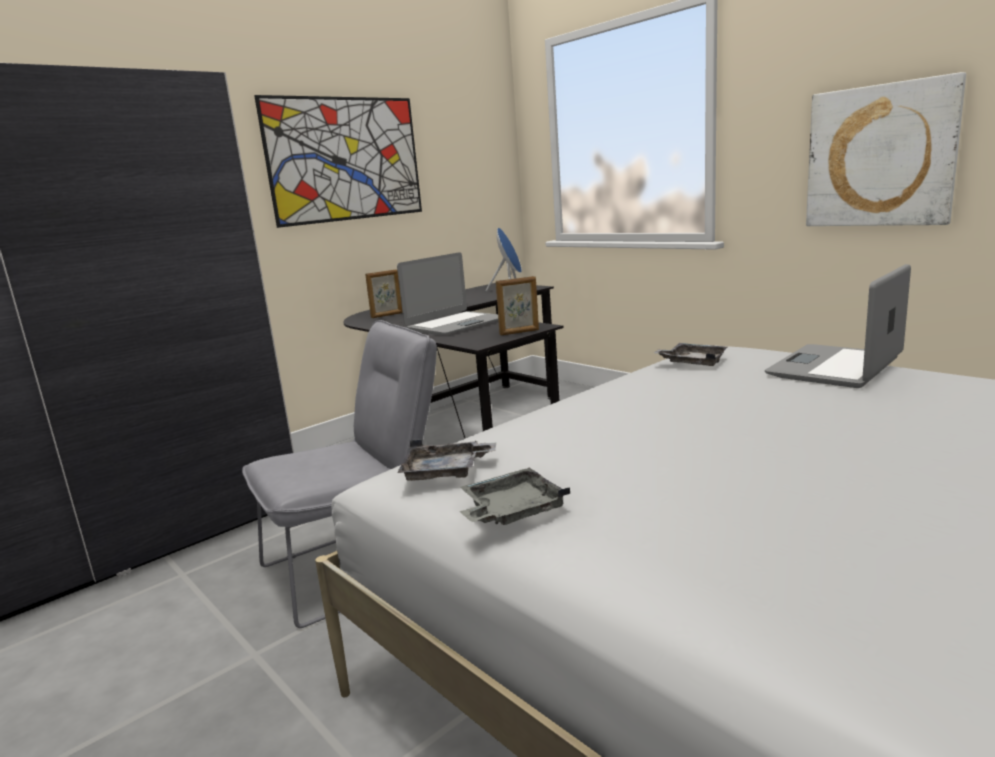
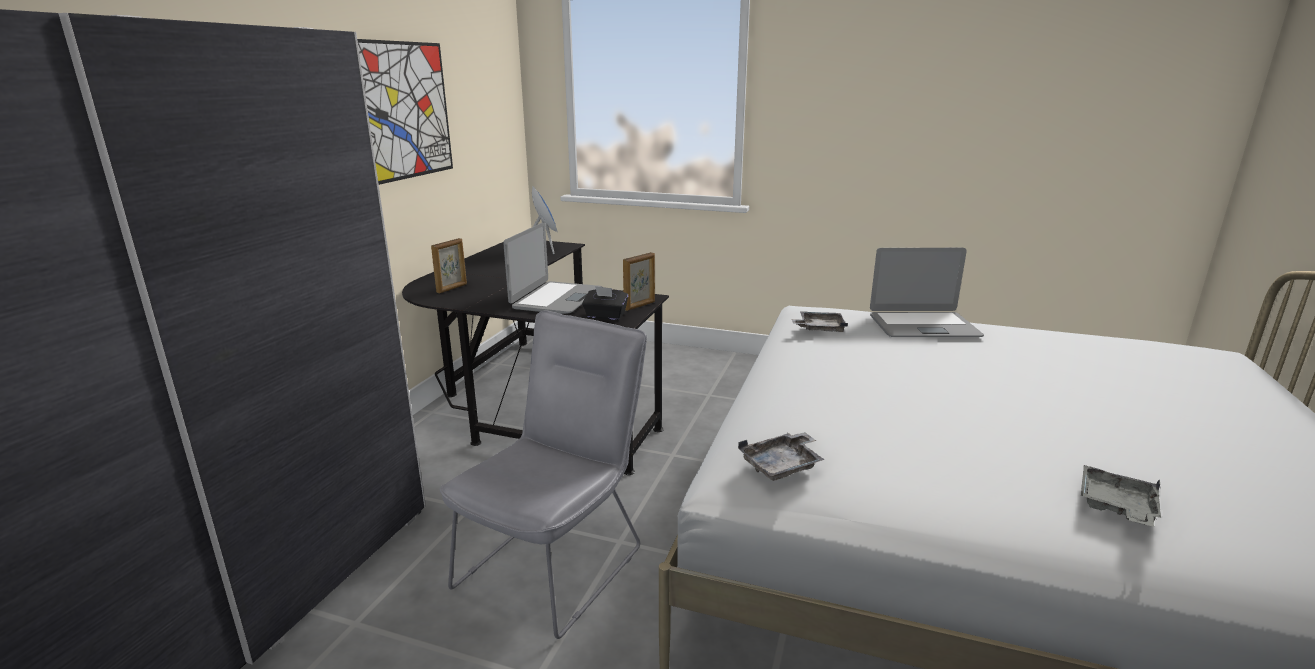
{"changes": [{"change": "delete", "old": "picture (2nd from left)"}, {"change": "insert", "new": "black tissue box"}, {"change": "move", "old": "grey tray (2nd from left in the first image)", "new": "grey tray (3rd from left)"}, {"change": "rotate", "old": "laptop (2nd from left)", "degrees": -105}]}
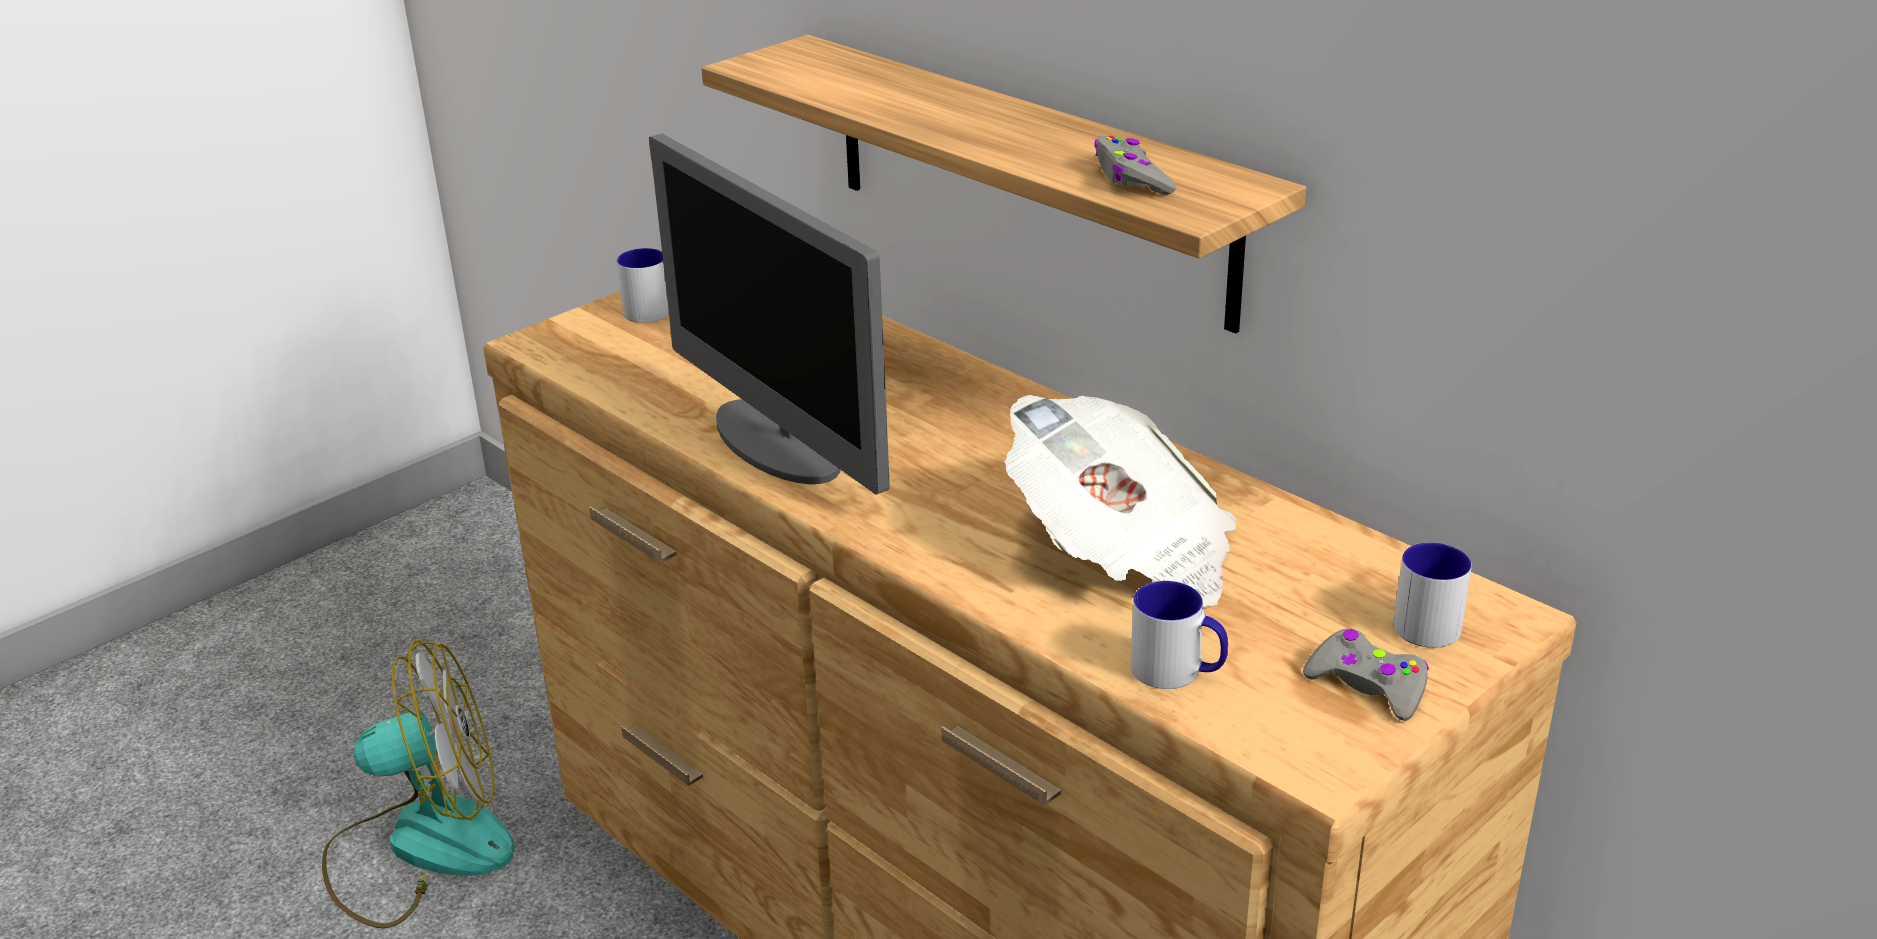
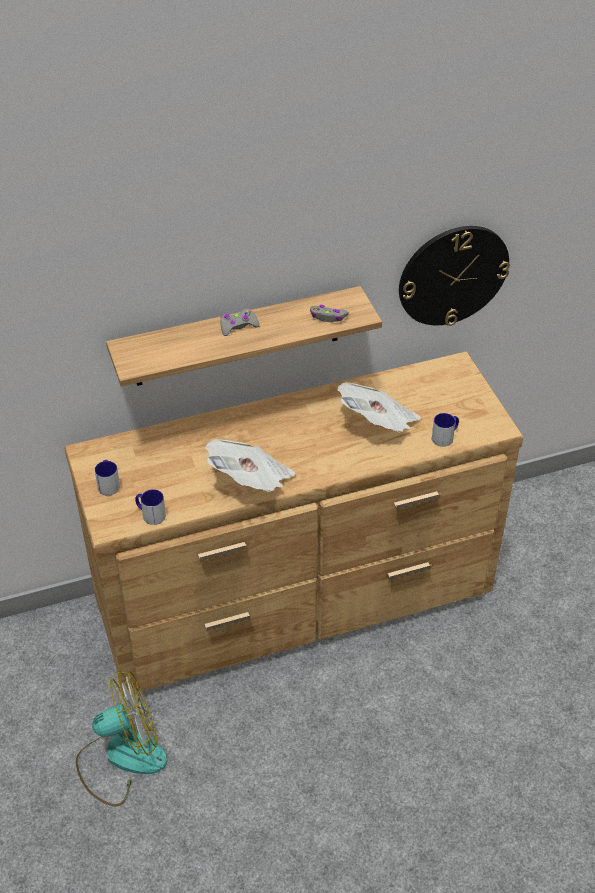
{"changes": [{"change": "insert", "new": "wall clock"}, {"change": "move", "old": "grey game controller (2nd from left in the first image)", "new": "grey game controller (1st from left)"}, {"change": "move", "old": "mug (3rd from left in the first image)", "new": "mug (2nd from left)"}, {"change": "replace", "old": "monitor", "new": "newspaper (1st from left)"}, {"change": "rotate", "old": "fan", "degrees": 60}]}
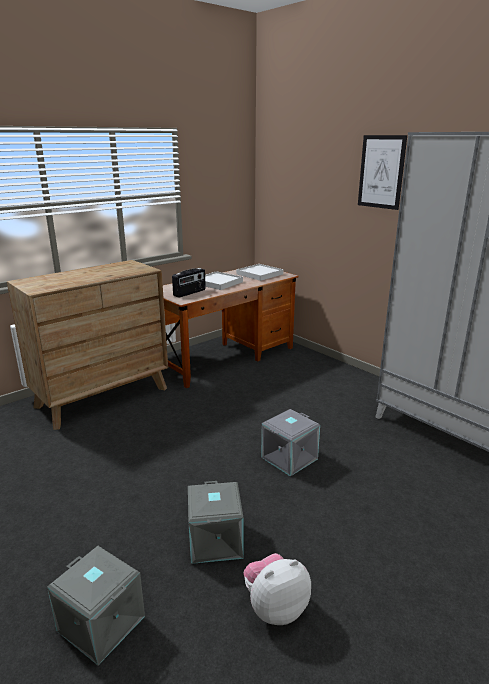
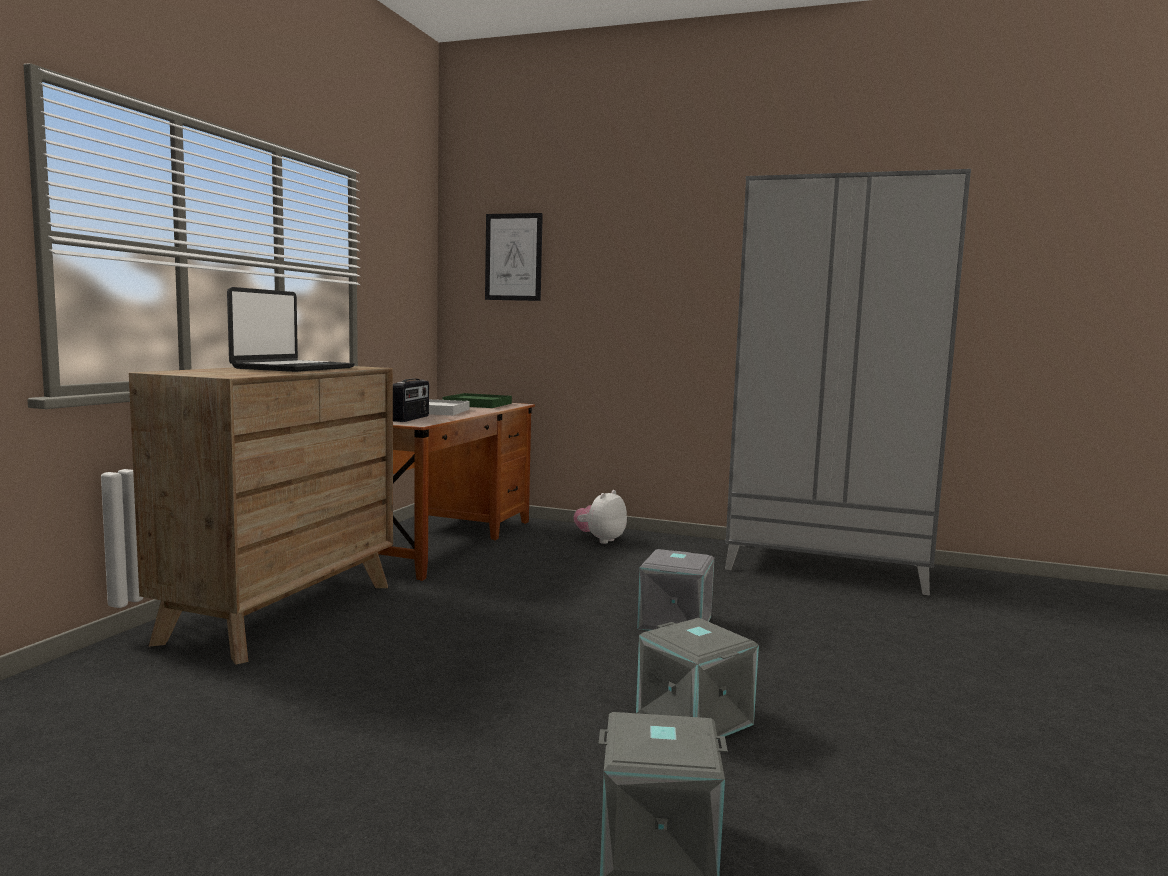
{"changes": [{"change": "insert", "new": "laptop"}, {"change": "move", "old": "plush toy"}, {"change": "move", "old": "picture"}, {"change": "recolor", "old": "white tray (2nd from left)", "new": "green tray"}]}
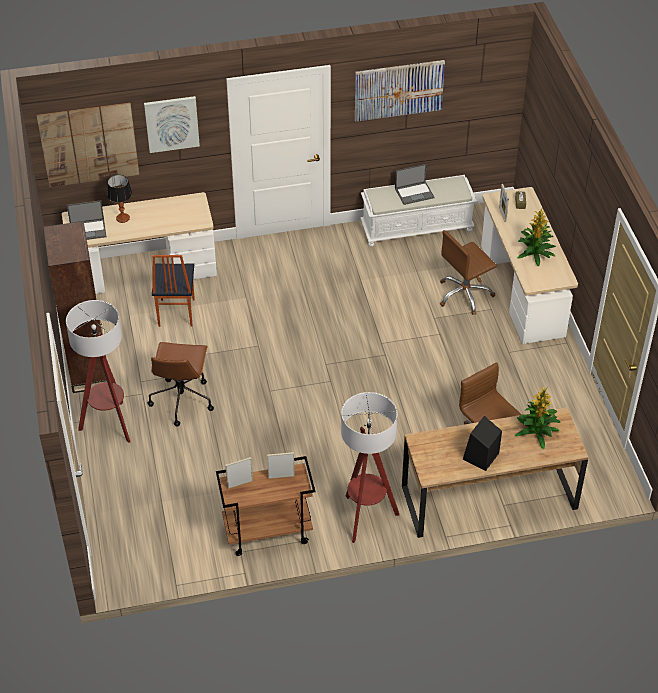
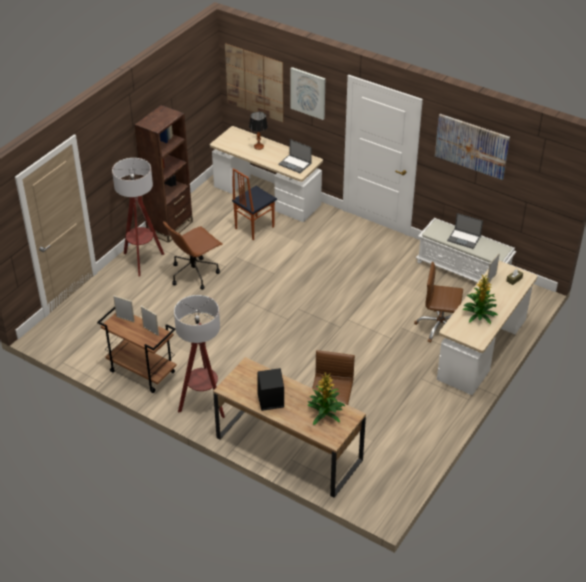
{"changes": [{"change": "move", "old": "laptop (1st from left)"}]}
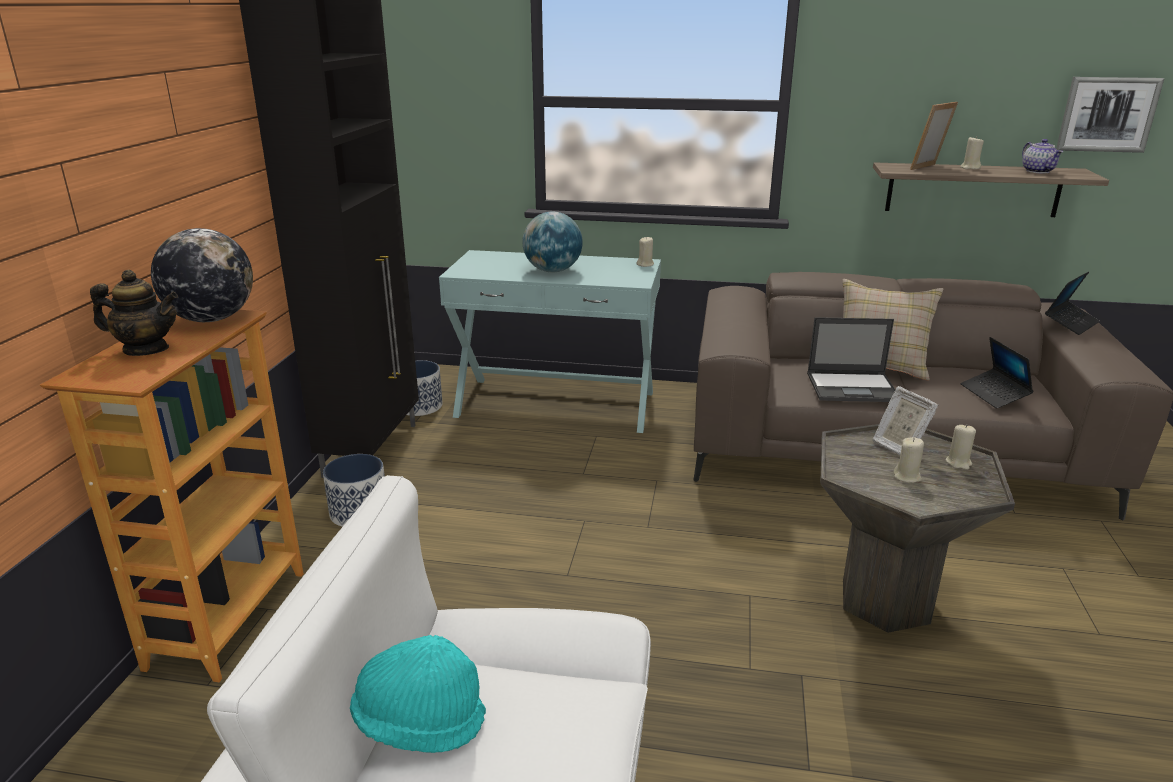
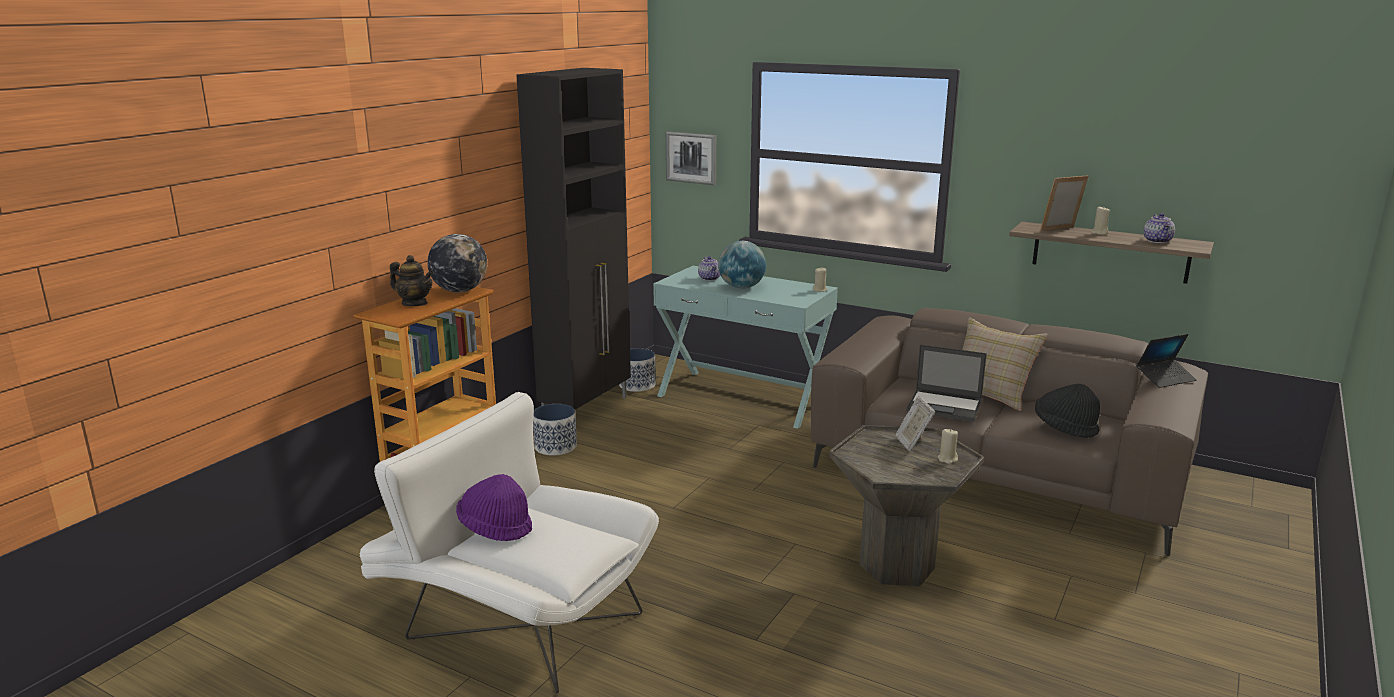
{"changes": [{"change": "delete", "old": "beige candle (2nd from left)"}, {"change": "insert", "new": "teapot (2nd from left)"}, {"change": "move", "old": "picture"}, {"change": "replace", "old": "laptop (2nd from left)", "new": "black hat"}, {"change": "recolor", "old": "turquoise hat", "new": "purple hat"}]}
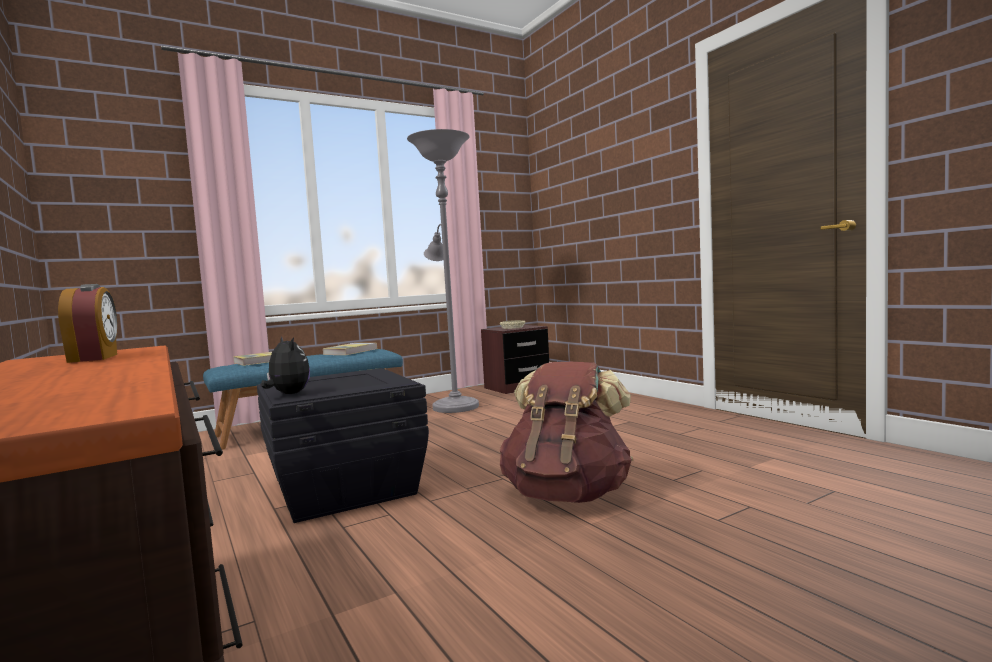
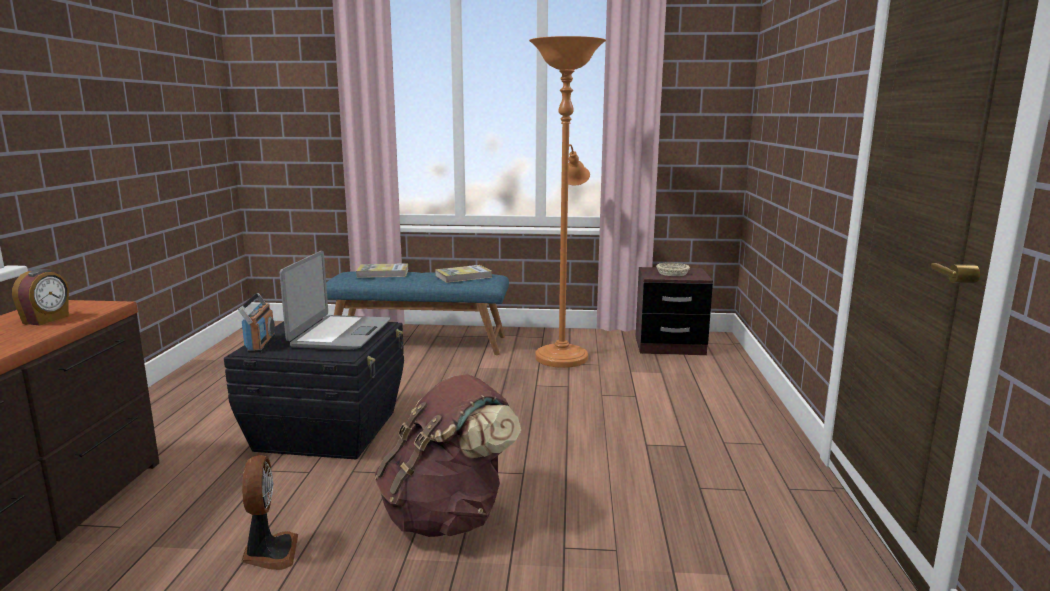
{"changes": [{"change": "insert", "new": "fan"}, {"change": "insert", "new": "laptop"}, {"change": "replace", "old": "plush toy", "new": "radio"}, {"change": "recolor", "old": "grey floor lamp", "new": "orange floor lamp"}]}
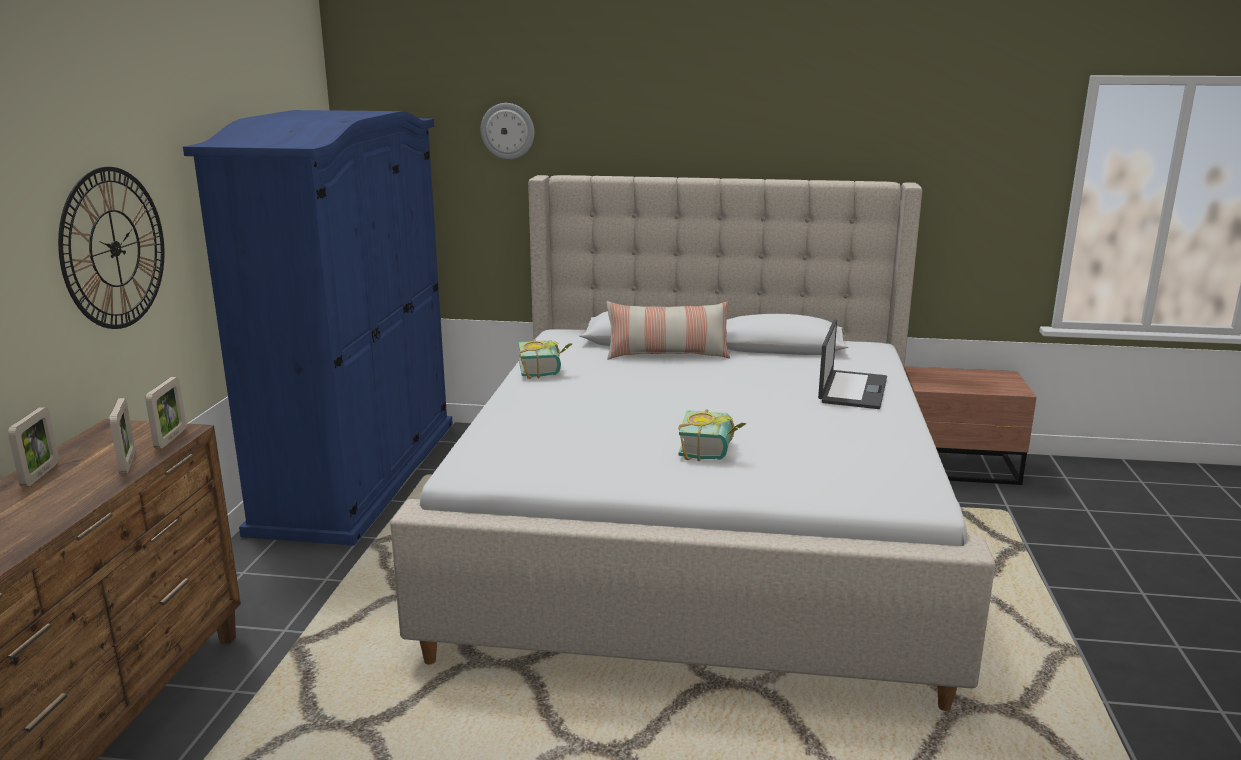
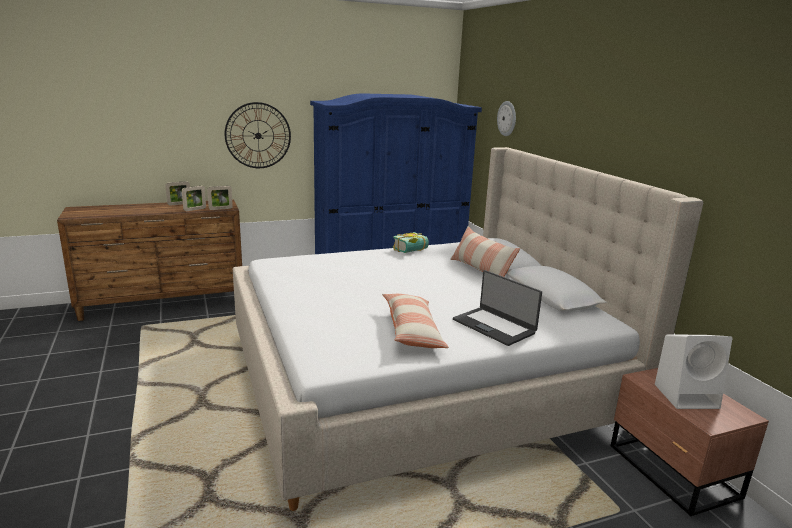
{"changes": [{"change": "delete", "old": "book (2nd from left)"}, {"change": "insert", "new": "pillow (1st from left)"}, {"change": "insert", "new": "white speaker"}, {"change": "rotate", "old": "laptop", "degrees": 60}]}
